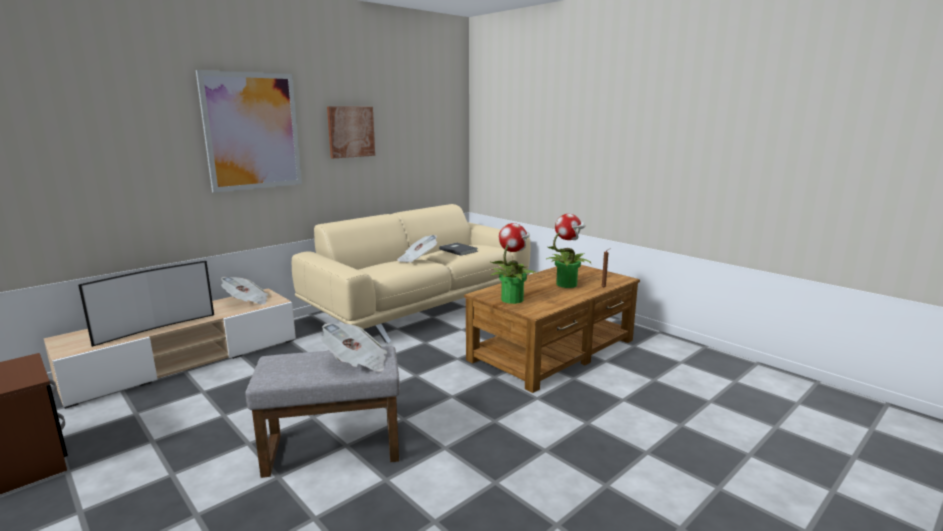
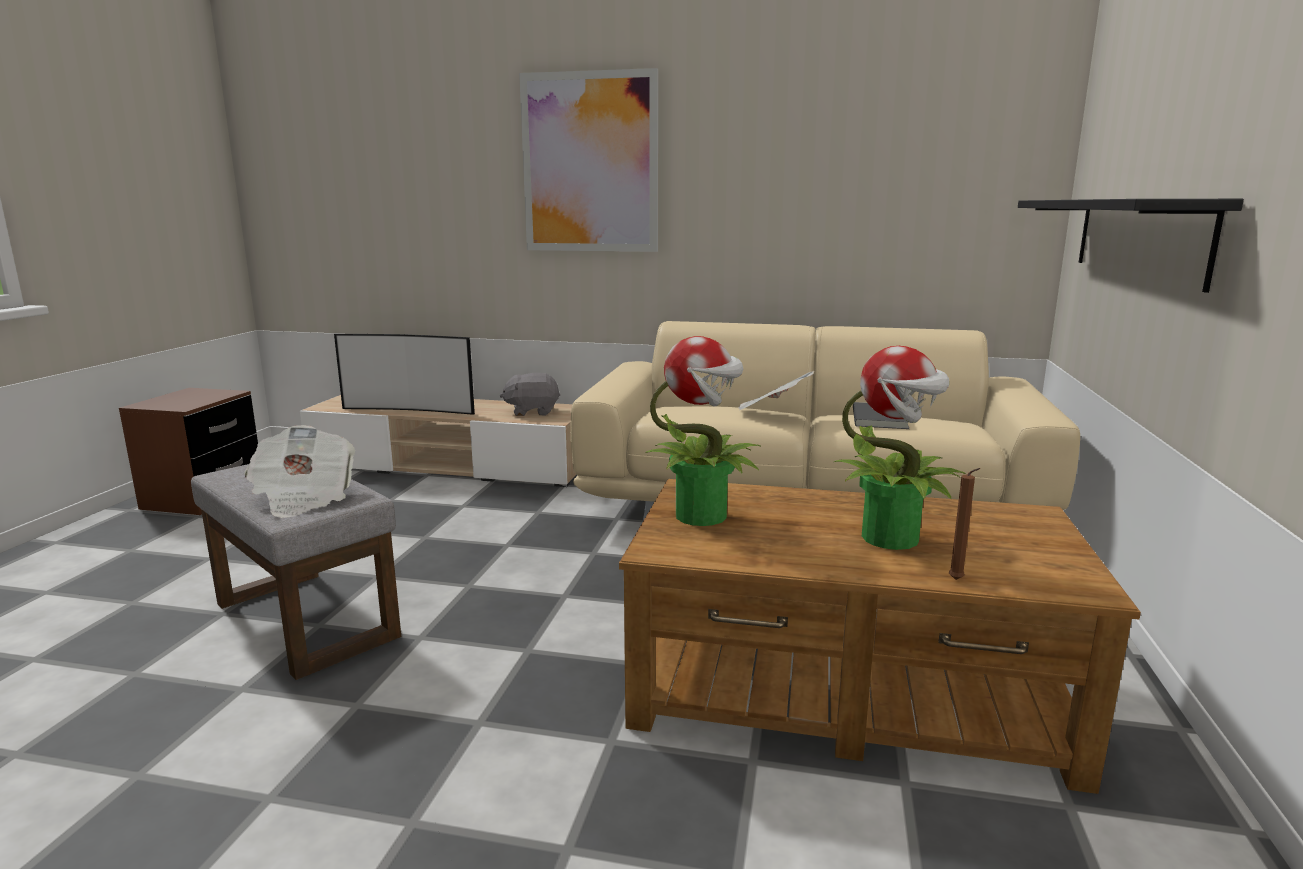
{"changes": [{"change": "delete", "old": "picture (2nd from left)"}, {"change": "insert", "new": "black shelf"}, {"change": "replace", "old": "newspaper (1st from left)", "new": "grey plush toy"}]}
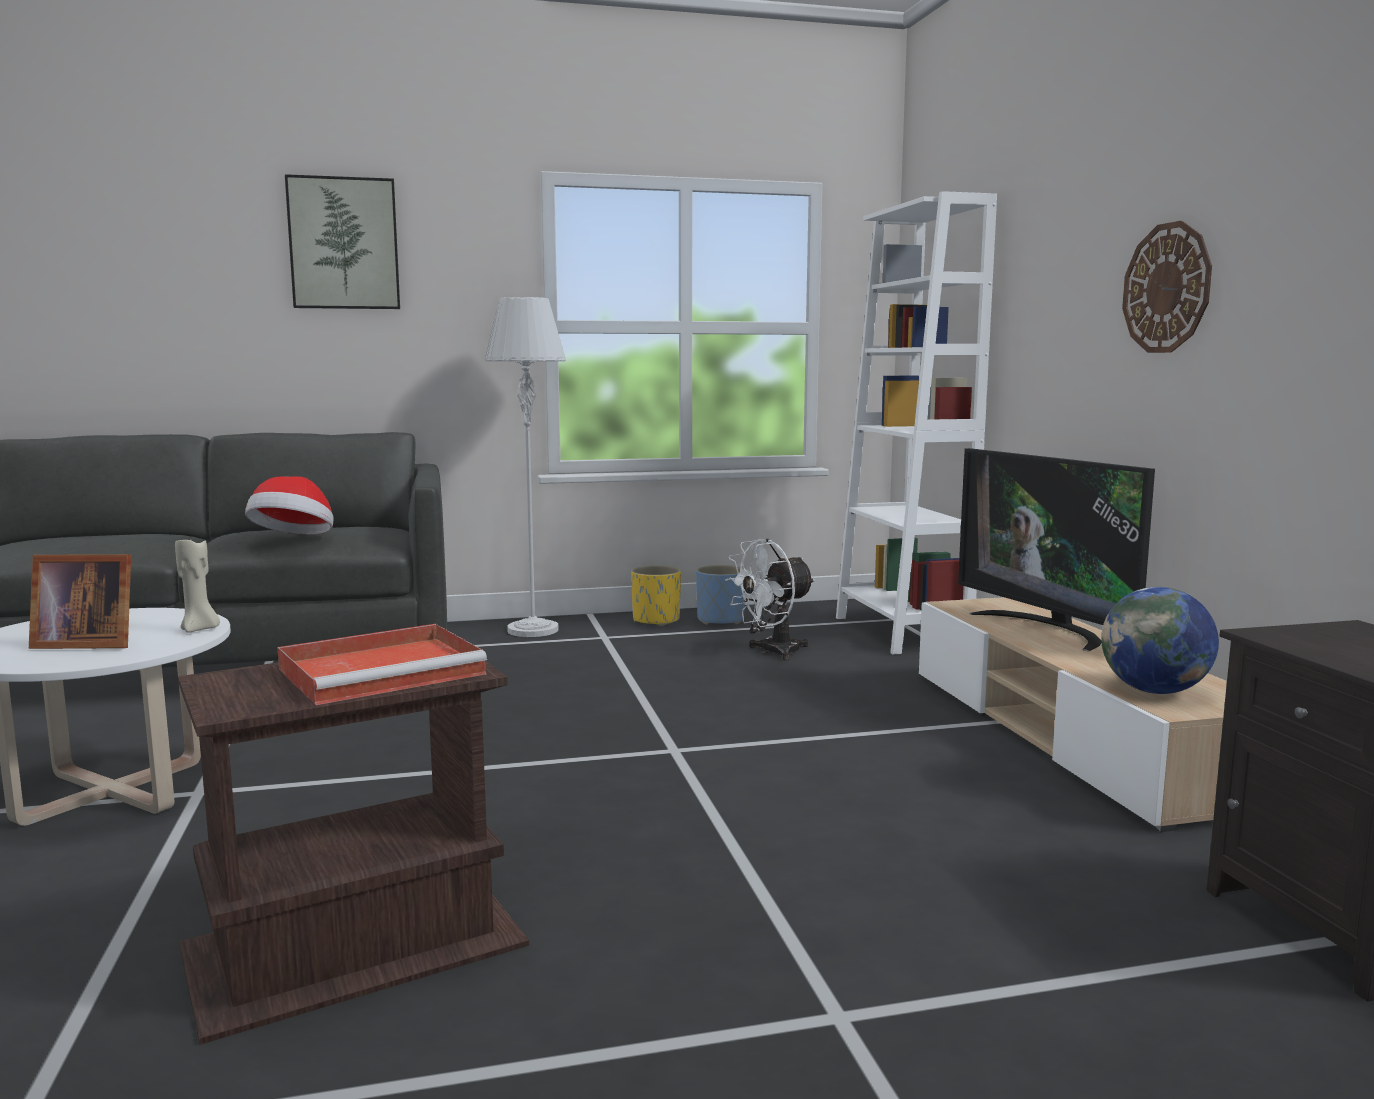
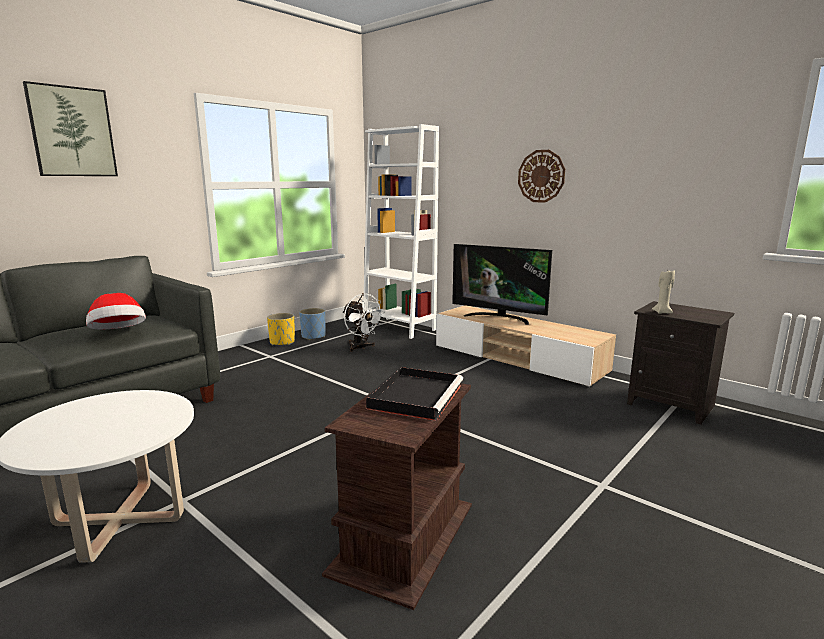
{"changes": [{"change": "delete", "old": "picture frame"}, {"change": "delete", "old": "grey floor lamp"}, {"change": "delete", "old": "globe"}, {"change": "move", "old": "beige candle"}, {"change": "recolor", "old": "red tray", "new": "black tray"}, {"change": "rotate", "old": "white fan", "degrees": -60}]}
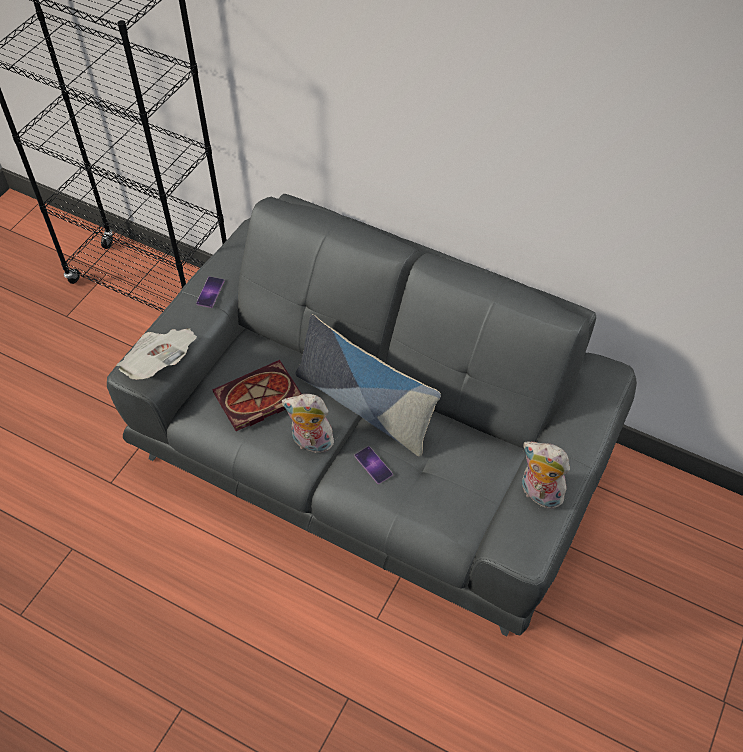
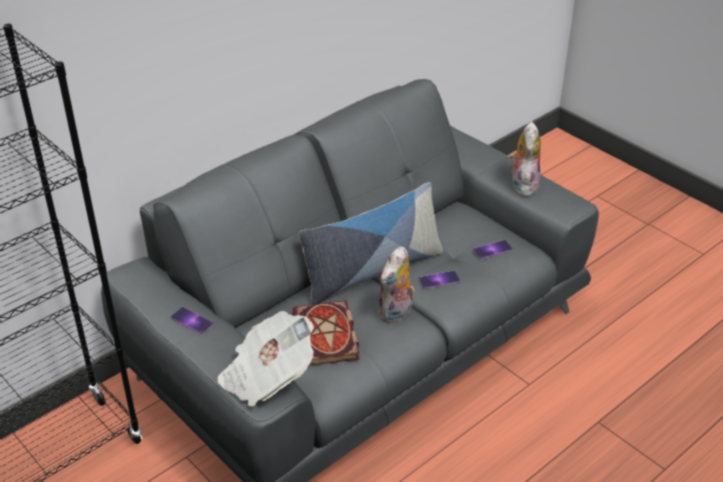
{"changes": [{"change": "insert", "new": "phone (3rd from left)"}, {"change": "rotate", "old": "plush toy (2nd from left)", "degrees": 135}]}
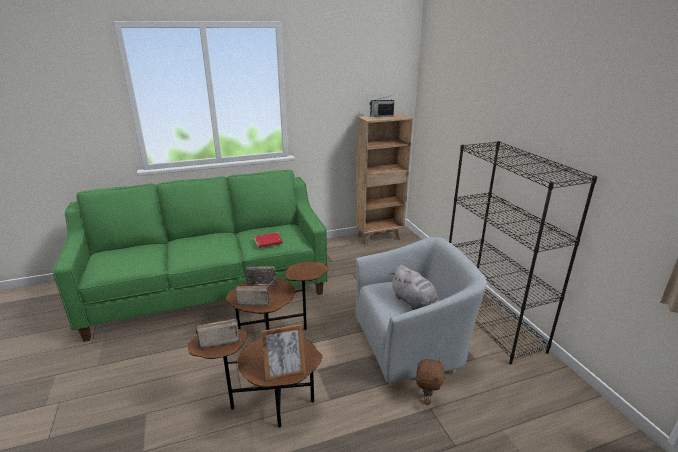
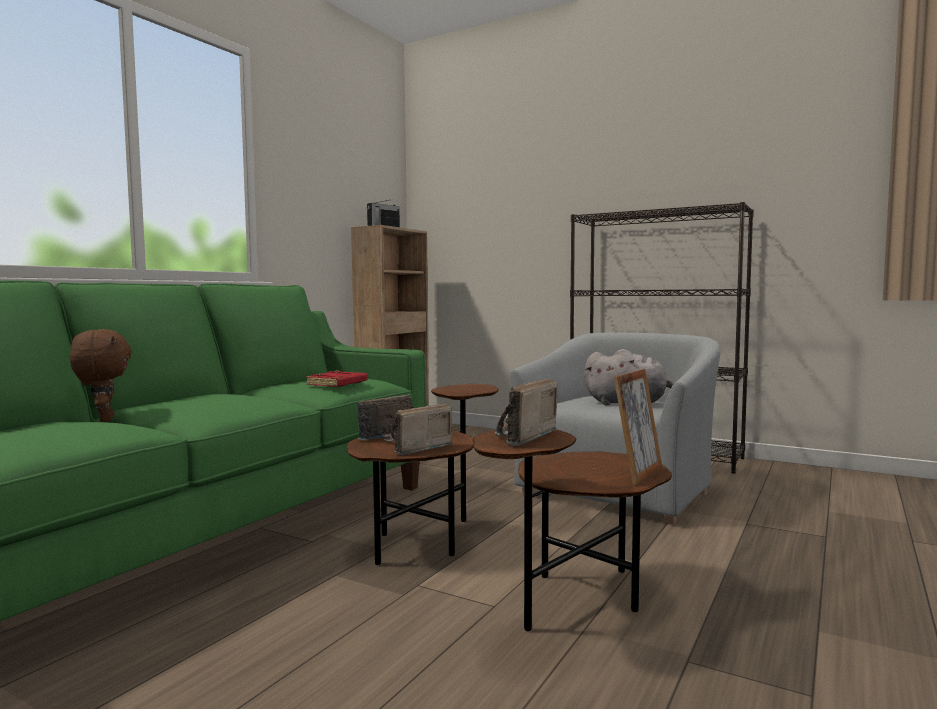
{"changes": [{"change": "move", "old": "brown plush toy"}]}
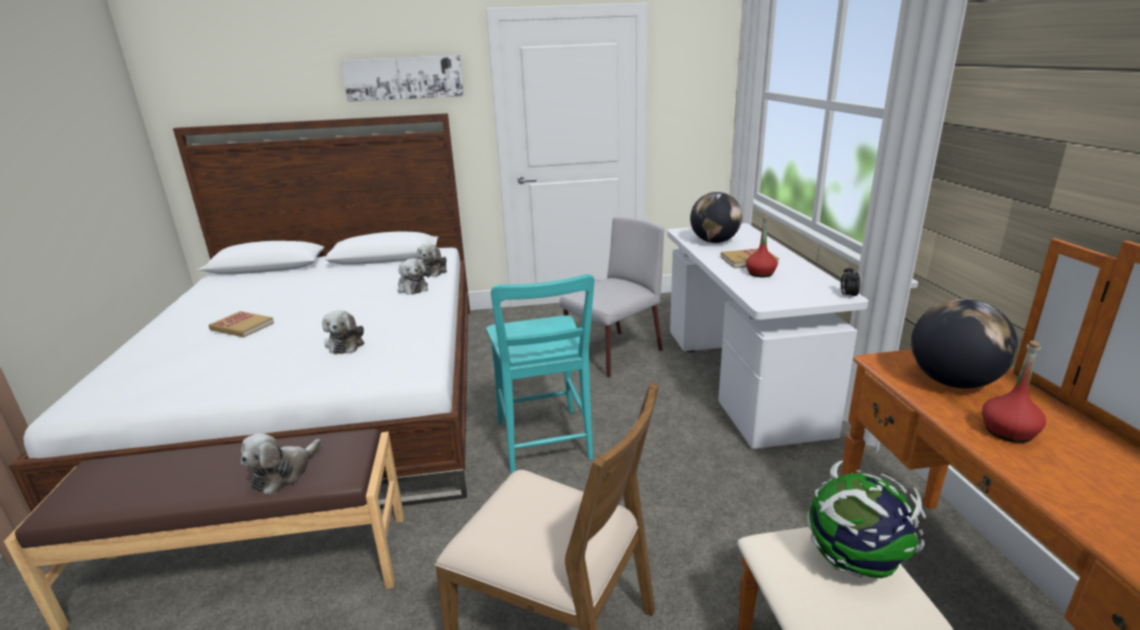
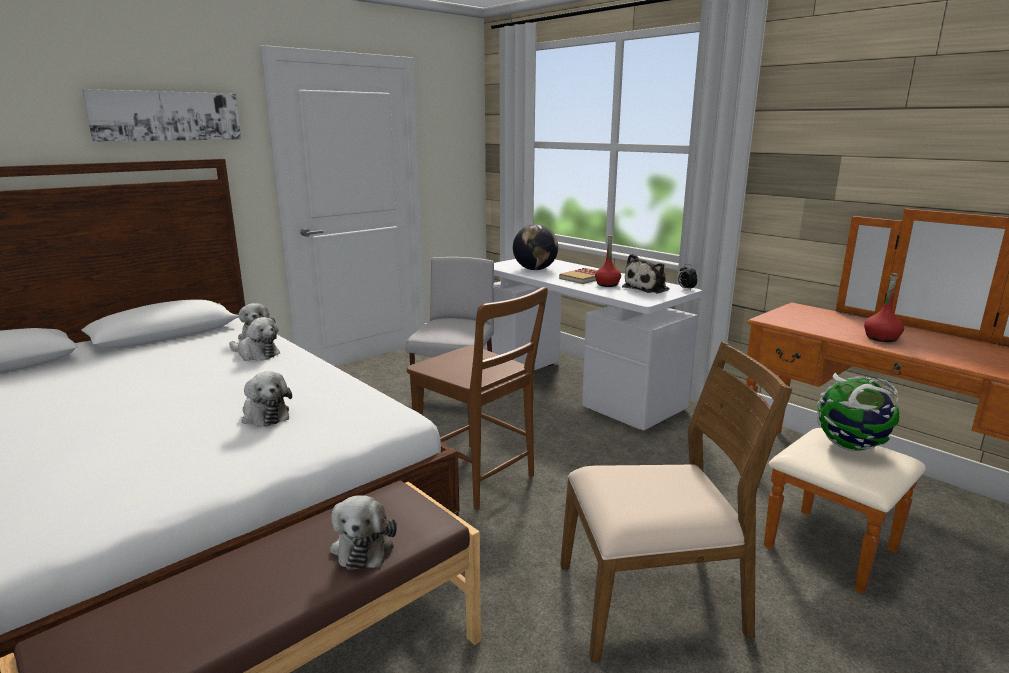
{"changes": [{"change": "delete", "old": "book (1st from left)"}, {"change": "delete", "old": "globe (3rd from left)"}, {"change": "insert", "new": "plush toy (5th from left)"}, {"change": "recolor", "old": "turquoise chair", "new": "brown chair (1st from left)"}]}
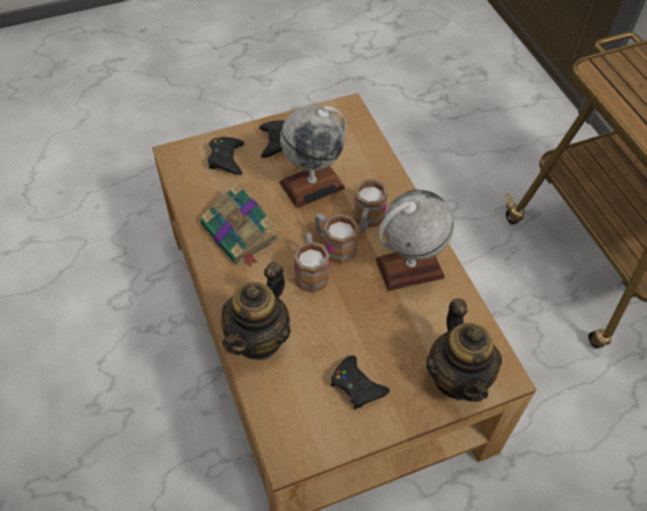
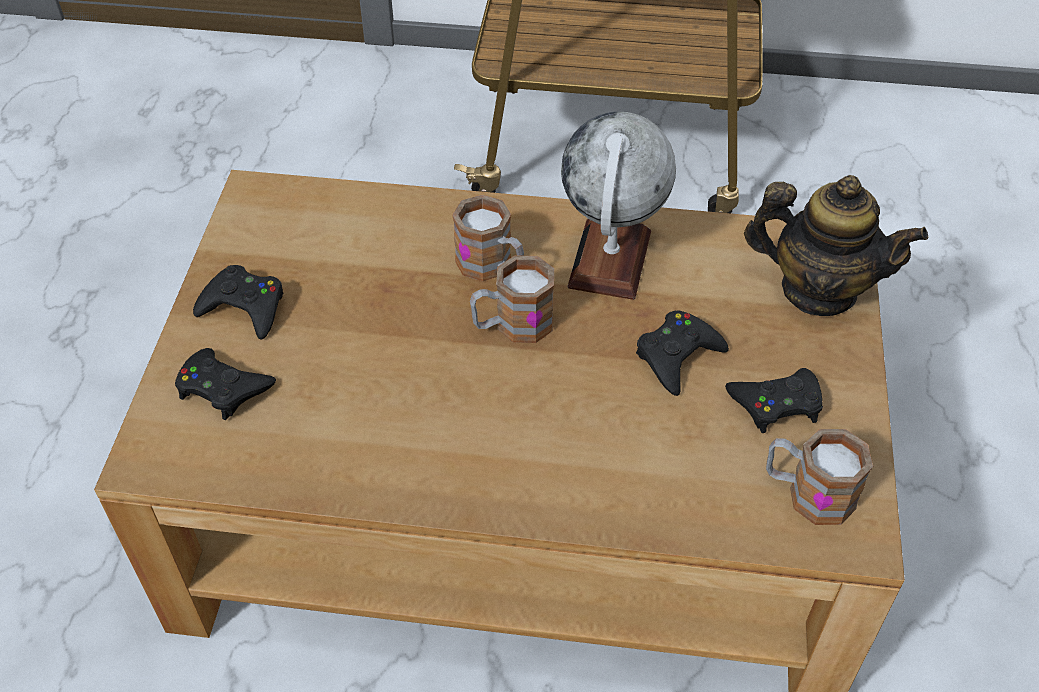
{"changes": [{"change": "delete", "old": "book"}, {"change": "delete", "old": "teapot (1st from left)"}, {"change": "delete", "old": "globe (1st from left)"}, {"change": "insert", "new": "black game controller (3rd from left)"}, {"change": "move", "old": "mug (1st from left in the first image)", "new": "mug (3rd from left)"}]}
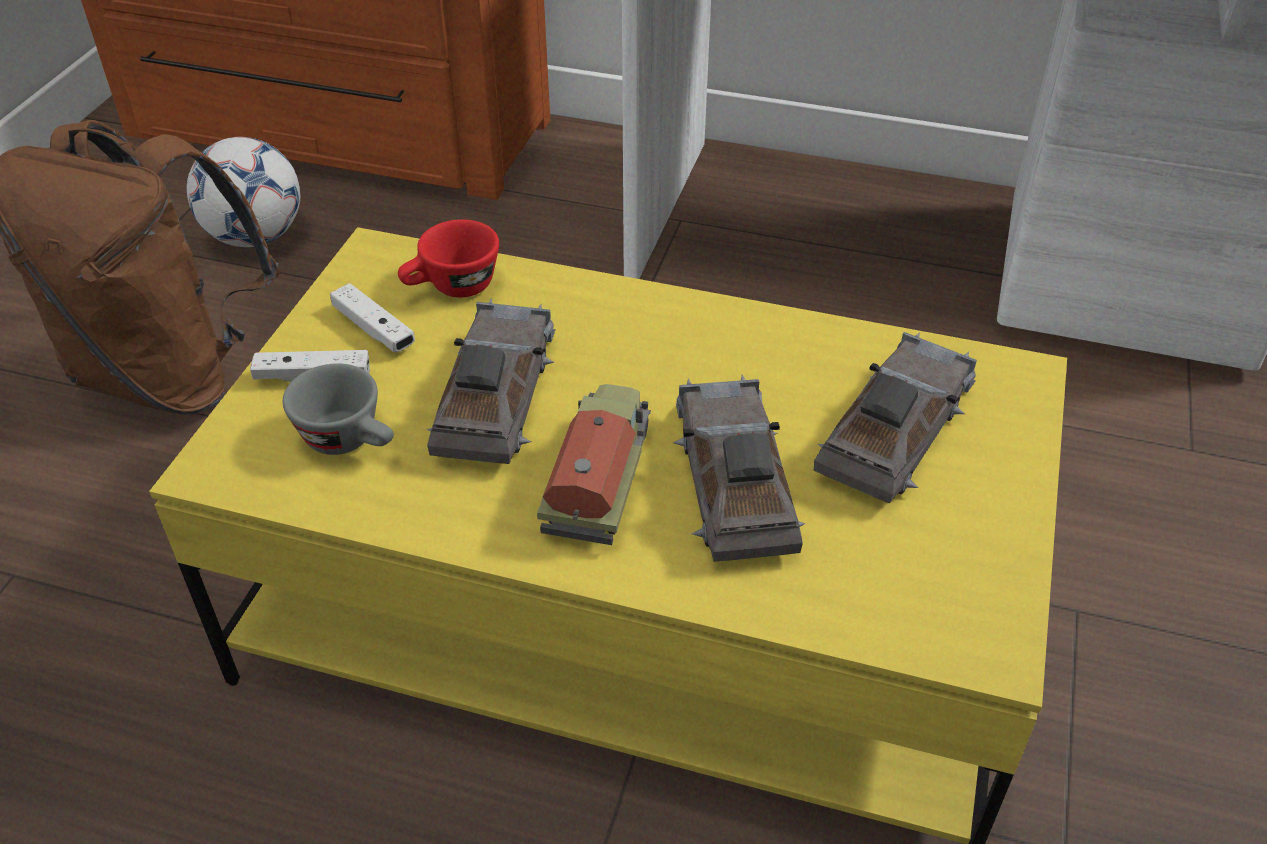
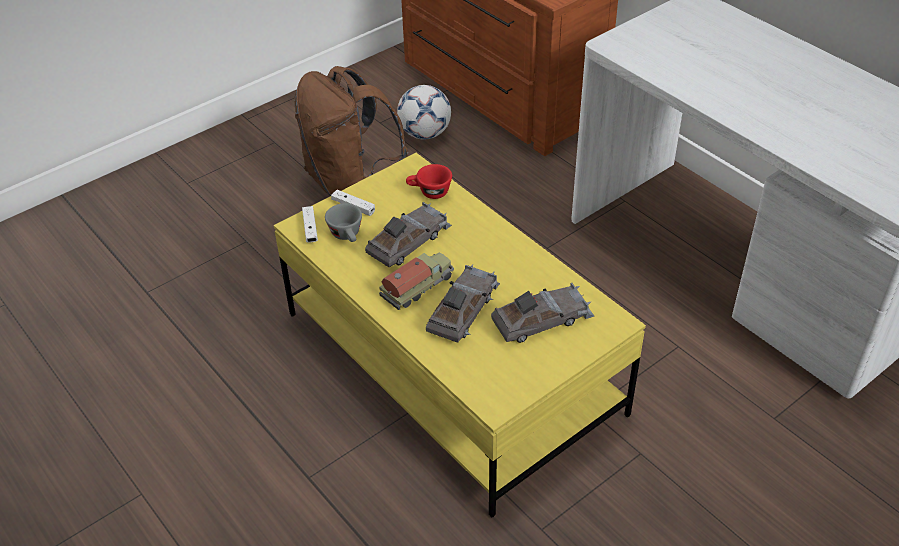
{"changes": [{"change": "move", "old": "white game controller (2nd from left in the first image)", "new": "white game controller (1st from left)"}]}
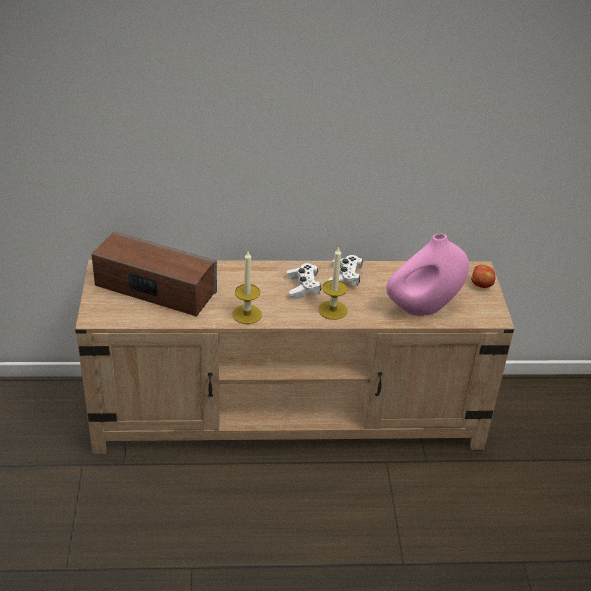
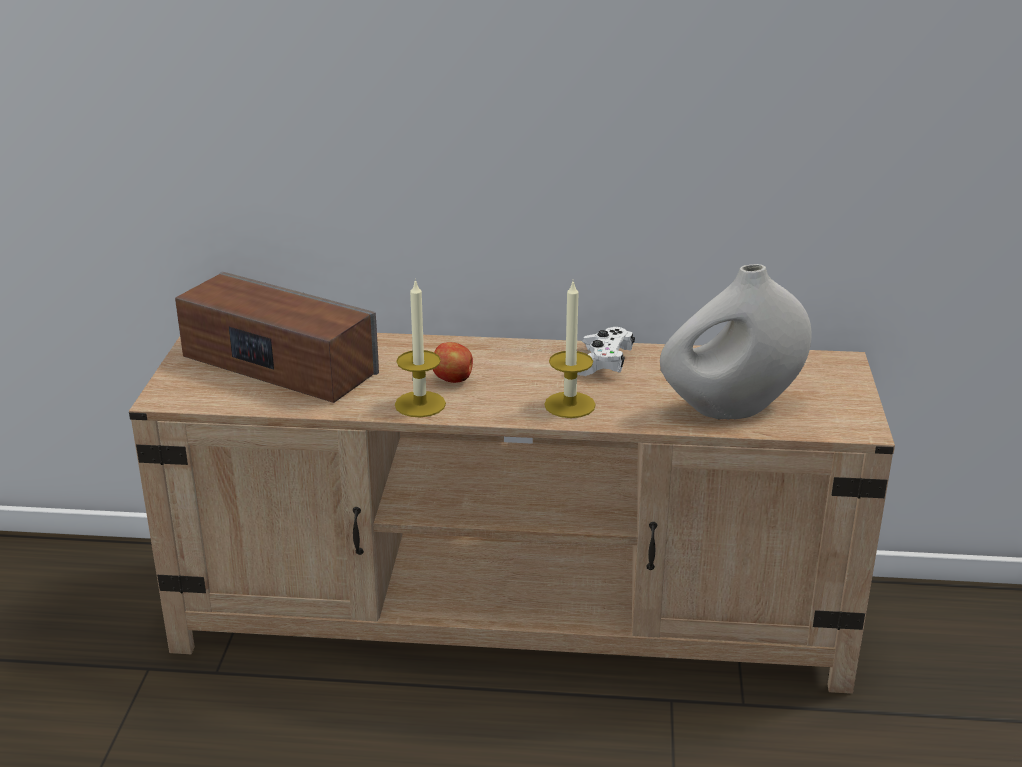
{"changes": [{"change": "delete", "old": "white game controller (1st from left)"}, {"change": "move", "old": "apple"}, {"change": "recolor", "old": "pink vase", "new": "white vase"}]}
